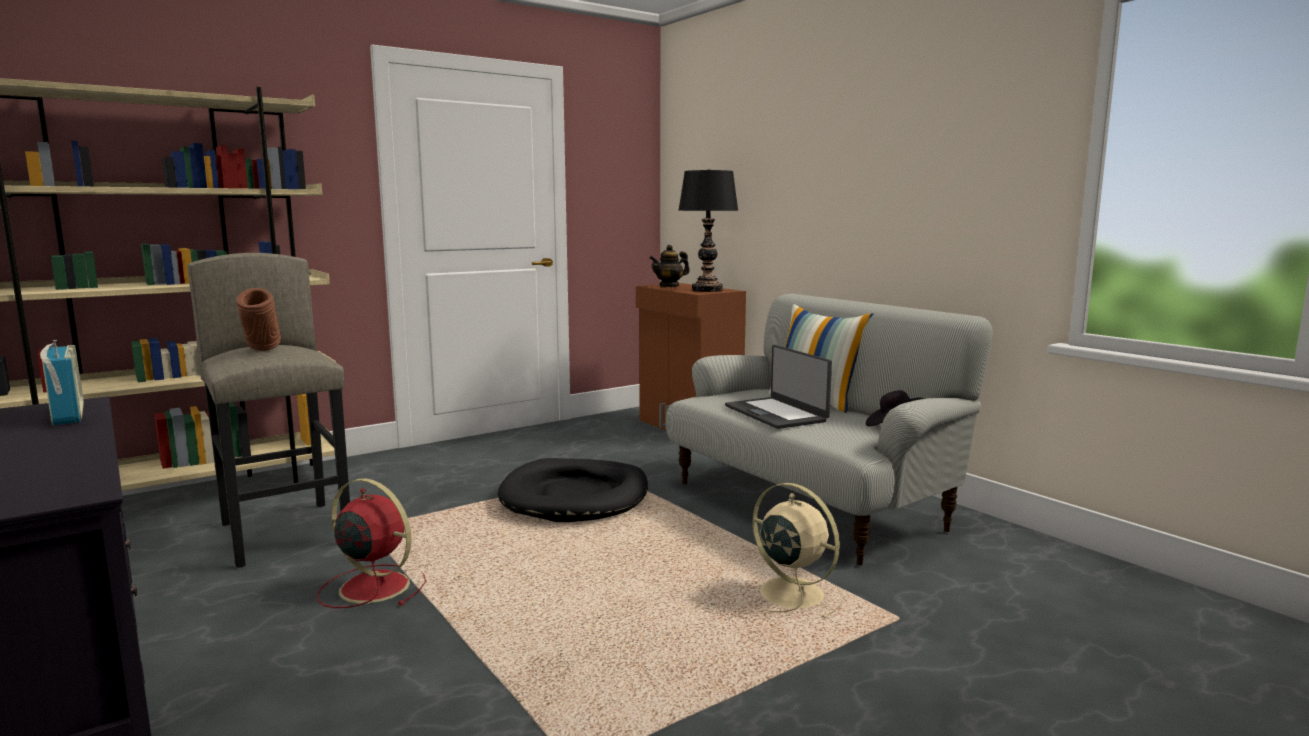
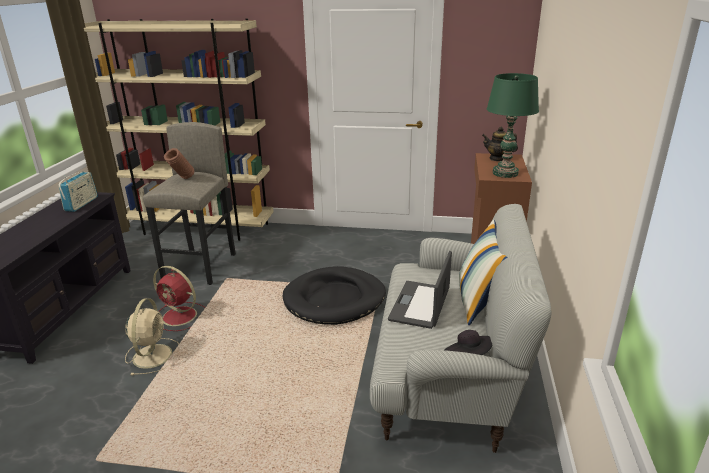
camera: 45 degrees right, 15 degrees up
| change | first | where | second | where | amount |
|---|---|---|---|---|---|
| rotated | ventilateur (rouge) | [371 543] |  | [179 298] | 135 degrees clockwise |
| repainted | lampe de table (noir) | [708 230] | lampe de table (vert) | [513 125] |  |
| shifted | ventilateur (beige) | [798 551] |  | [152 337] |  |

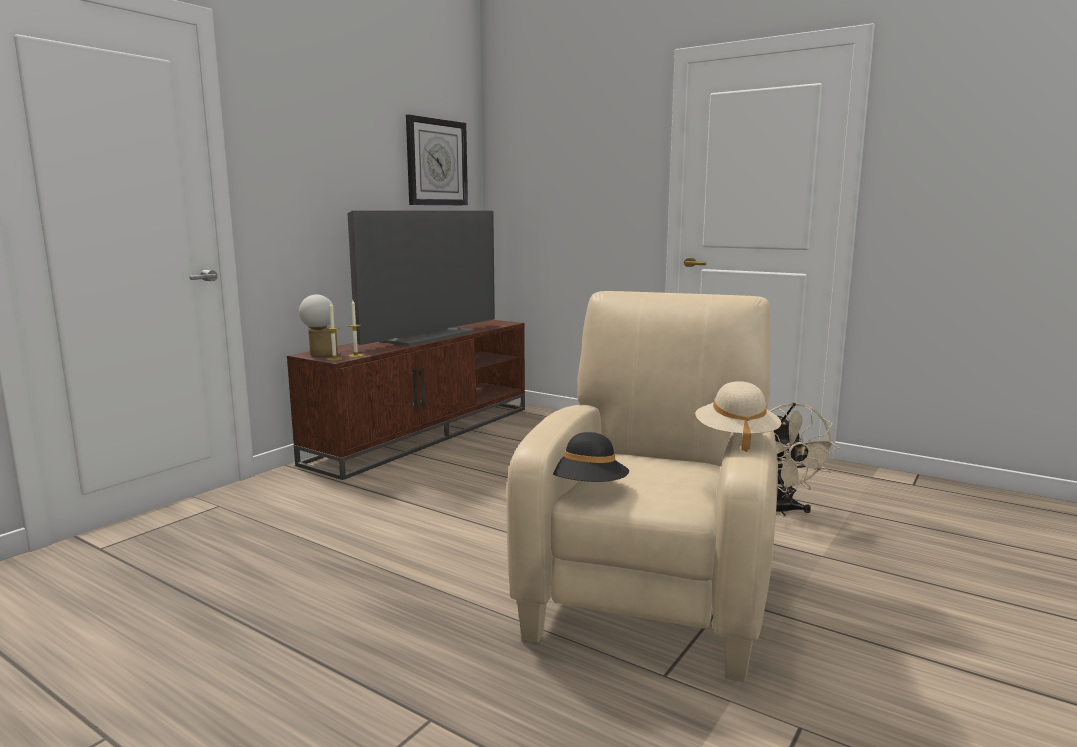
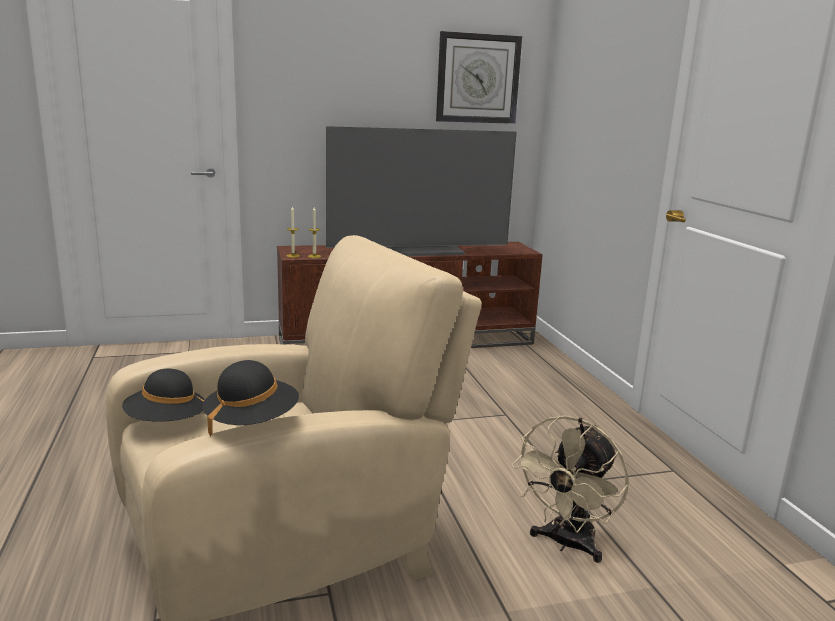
camera: 40 degrees right, 5 degrees up
| change | first | where | second | where | amount |
|---|---|---|---|---|---|
| gone | lampe de table | [318 325] |  |  |  |
| repainted | chapeau (beige) | [738 416] | chapeau (noir) | [250 398] |  |

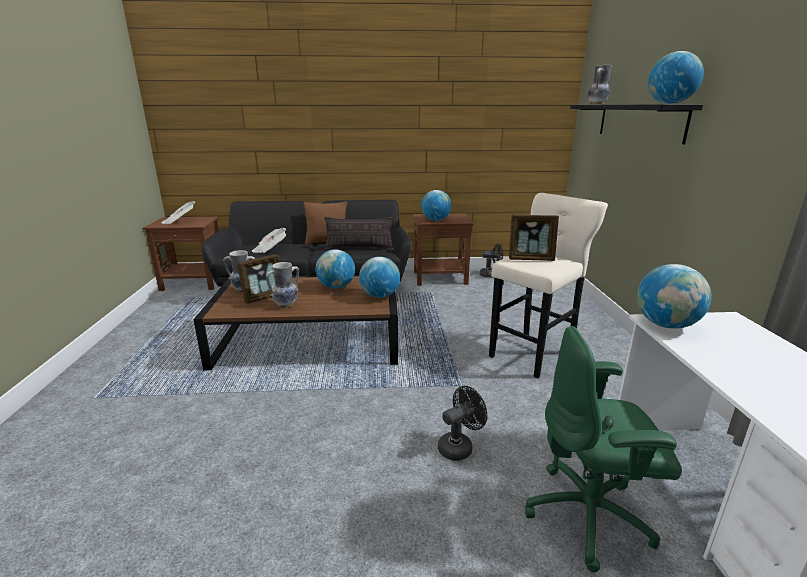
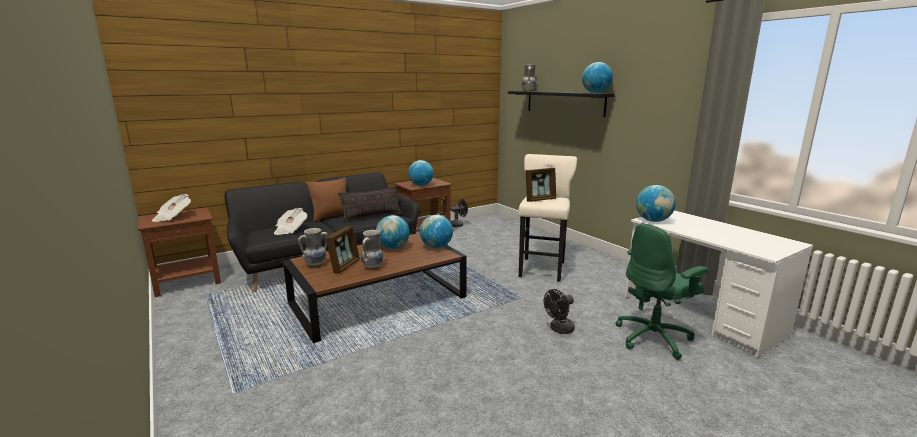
camera: 30 degrees left, 5 degrees down
| change | first | where | second | where | amount |
|---|---|---|---|---|---|
| rotated | ventilateur (noir) | [462 423] |  | [559 311] | 150 degrees counterclockwise |

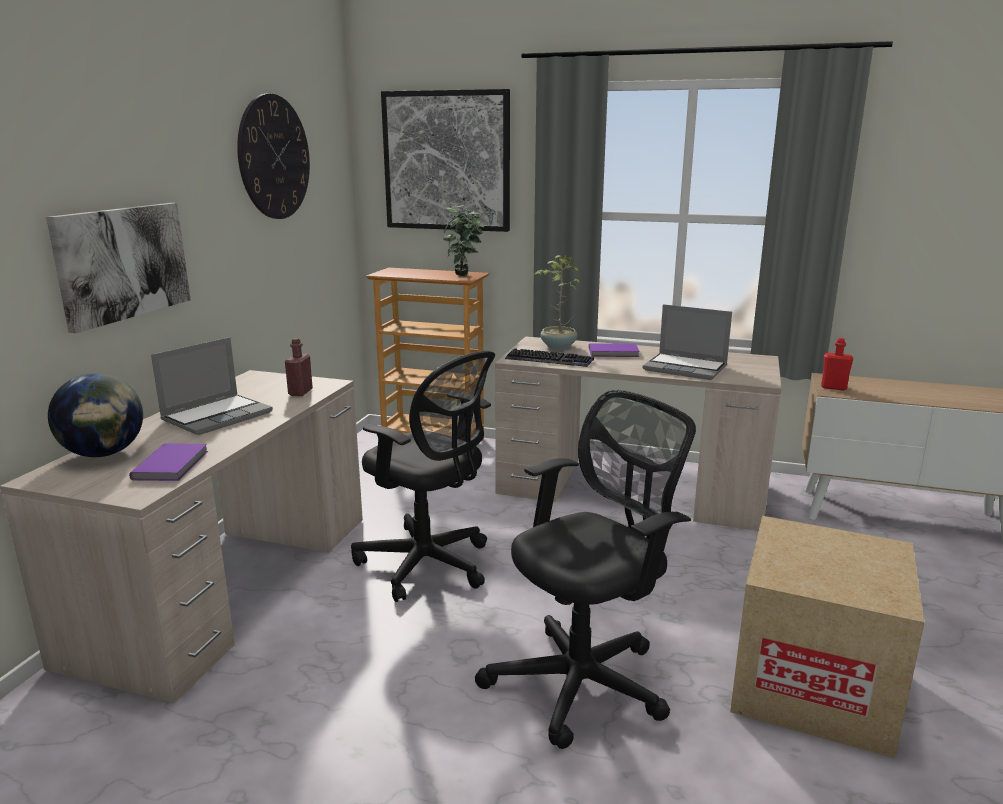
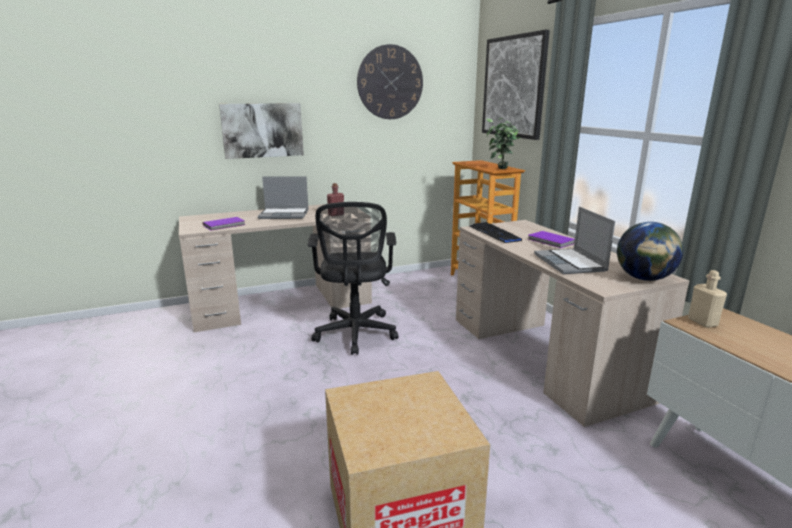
camera: 50 degrees right, 0 degrees up
| change | first | where | second | where | amount |
|---|---|---|---|---|---|
| shifted | globe | [95 415] |  | [650 251] |  |
| gone | chaise de bureau (noir) | [585 569] |  |  |  |
| gone | plante en pot | [557 301] |  |  |  |
| repainted | bouteille (rouge) | [837 364] | bouteille (beige) | [707 299] |  |

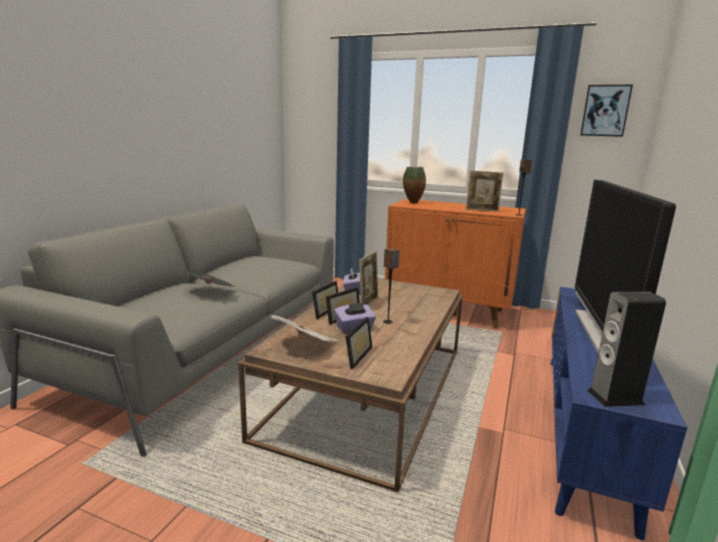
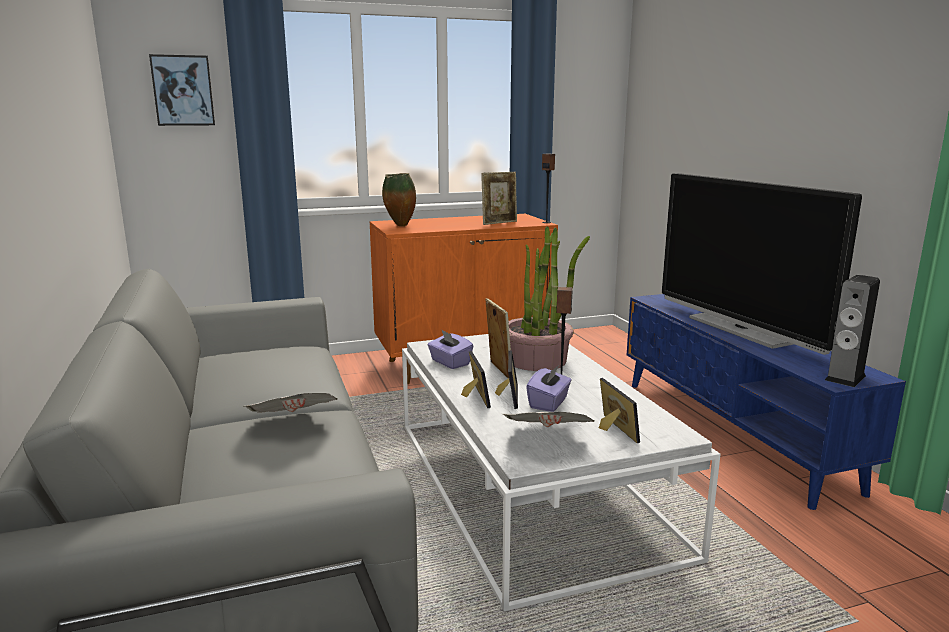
camera: 40 degrees left, 0 degrees up
| change | first | where | second | where | amount |
|---|---|---|---|---|---|
| repainted | table basse (marron) | [350 385] | table basse (blanc) | [561 473] |  |
| shifted | tableau | [606 111] |  | [182 90] |  |
| new |  |  | plante en pot | [549 298] |  |

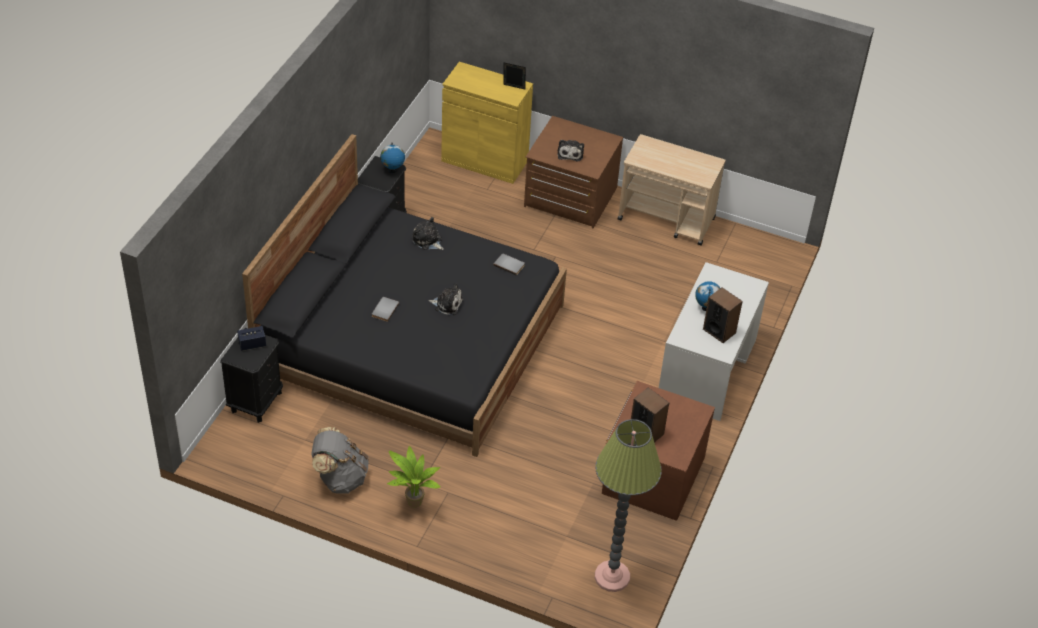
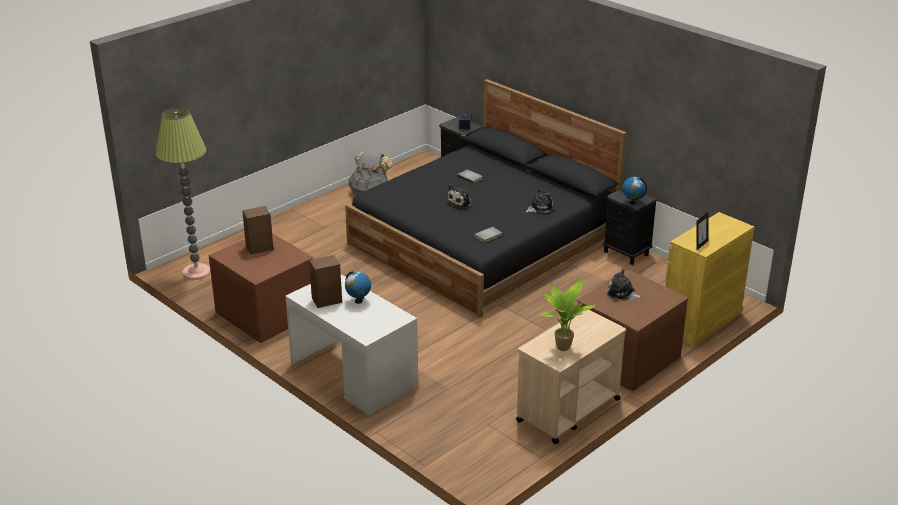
camera: 115 degrees right, 15 degrees down
| change | first | where | second | where | amount |
|---|---|---|---|---|---|
| shifted | plante en pot | [414 477] |  | [567 314] |  |

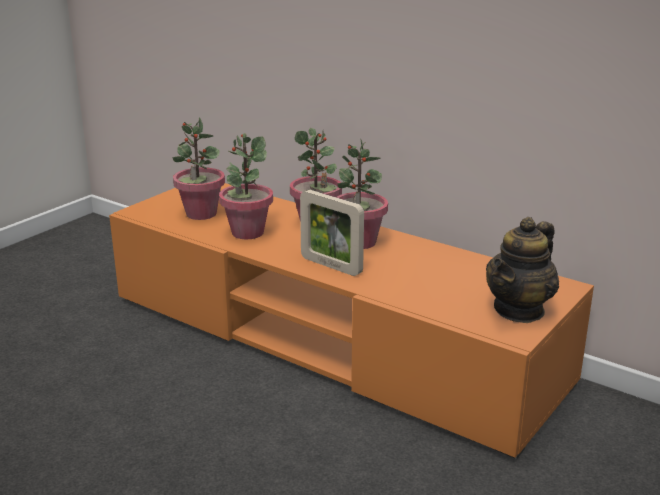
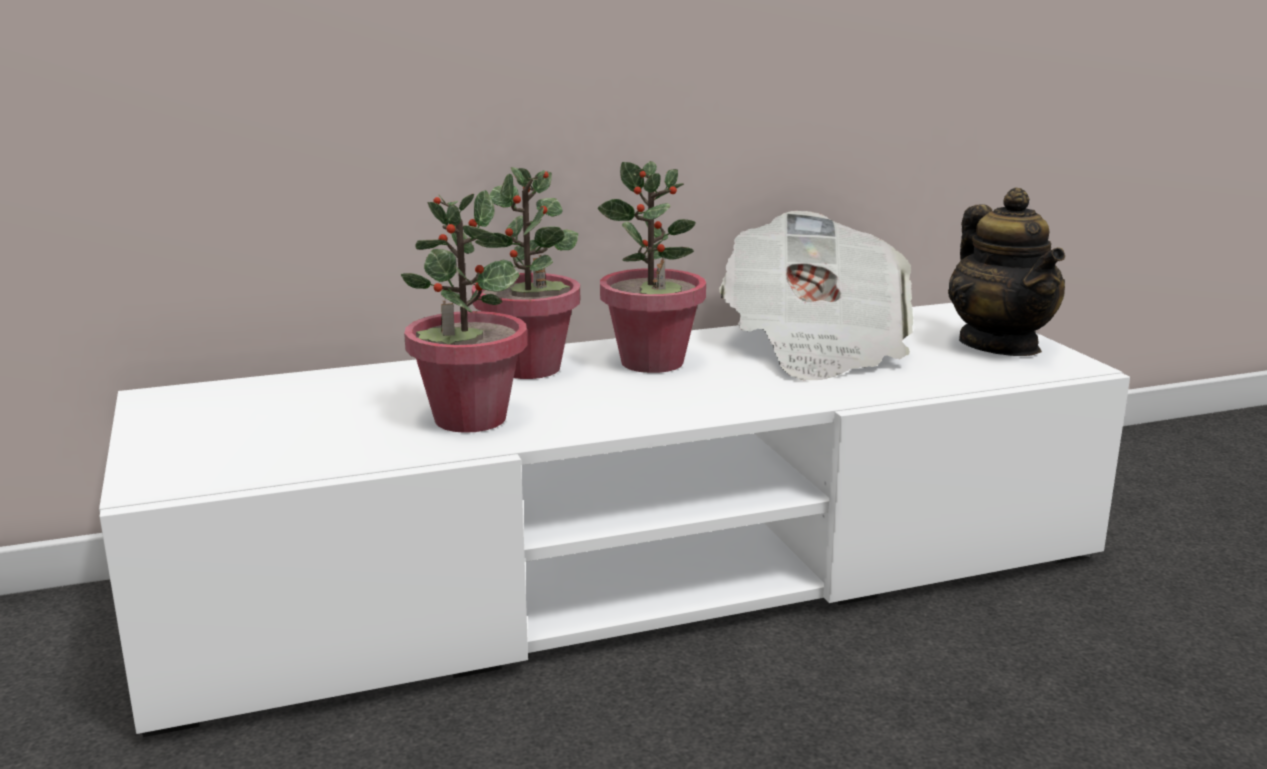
camera: 55 degrees left, 5 degrees down
| change | first | where | second | where | amount |
|---|---|---|---|---|---|
| repainted | meuble télé (orange) | [351 321] | meuble télé (blanc) | [614 520] |  |
| gone | plante en pot | [198 168] |  |  |  |
| gone | cadre photo | [332 233] |  |  |  |
| new |  |  | journal | [816 295] |  |

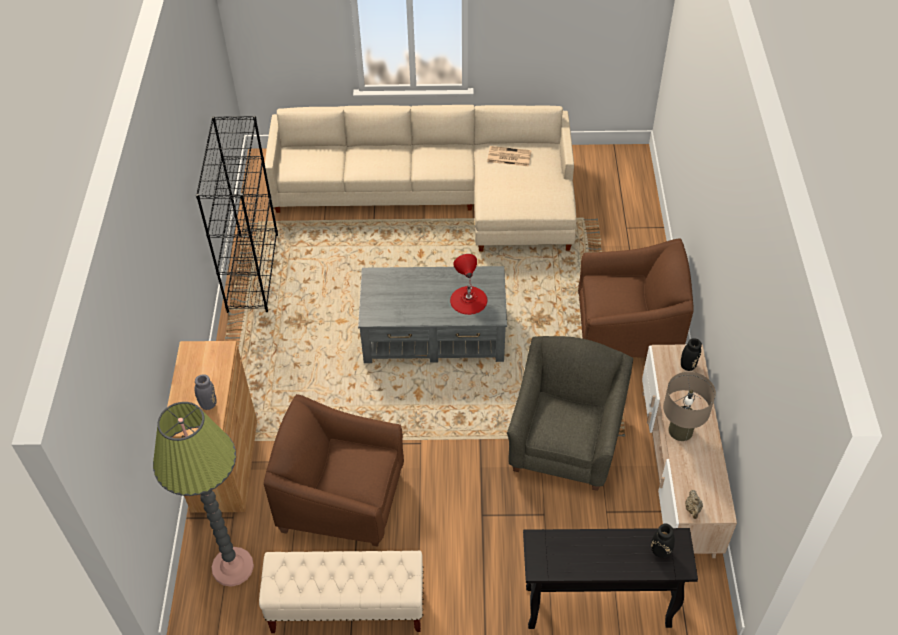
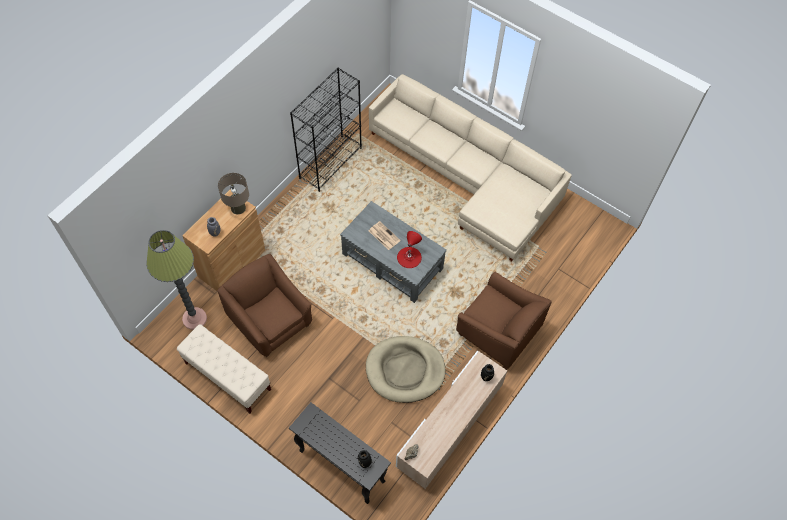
camera: 35 degrees right, 10 degrees up
| change | first | where | second | where | amount |
|---|---|---|---|---|---|
| shifted | journal | [509 156] |  | [385 235] |  |
| swapped | fauteuil (gris) | [570 413] | panier pour chien (beige) | [405 369] |  |
| shifted | lampe de table (beige) | [689 406] |  | [233 194] |  |

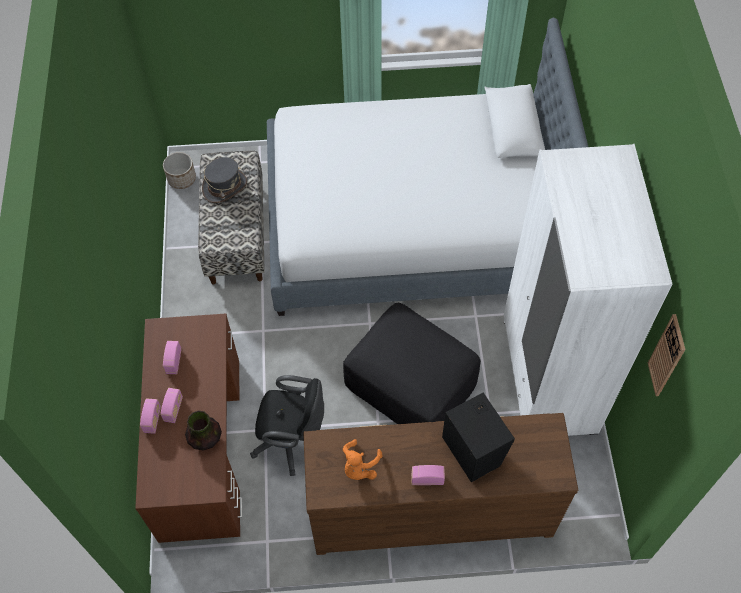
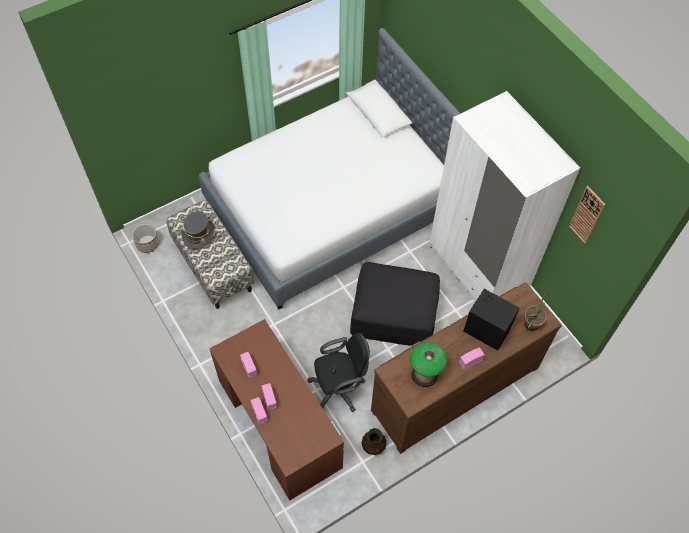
camera: 30 degrees left, 0 degrees up
| change | first | where | second | where | amount |
|---|---|---|---|---|---|
| shifted | vase | [203 431] |  | [374 441] |  |
| swapped | peluche (orange) | [363 459] | lampe de table | [428 364] |  |
| new |  |  | plante en pot | [535 311] |  |

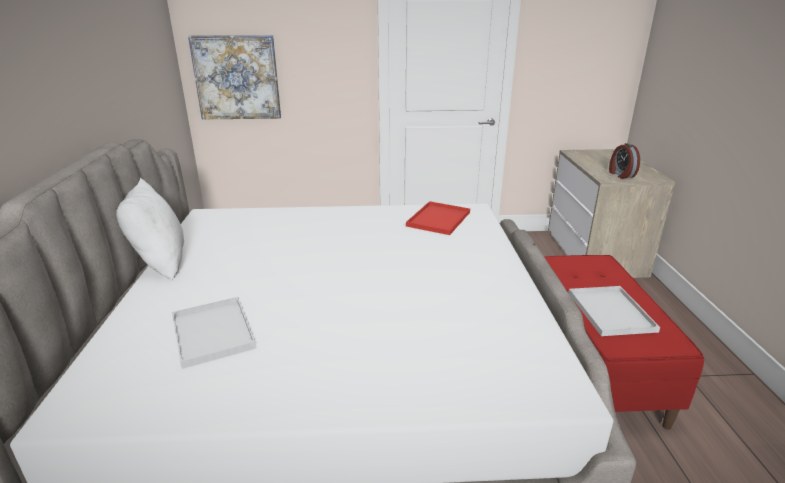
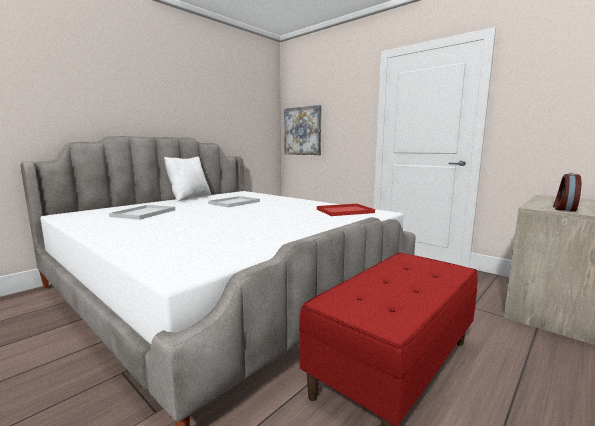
camera: 45 degrees right, 15 degrees down
| change | first | where | second | where | amount |
|---|---|---|---|---|---|
| shifted | plateau (blanc) | [614 311] |  | [234 201] |  |

